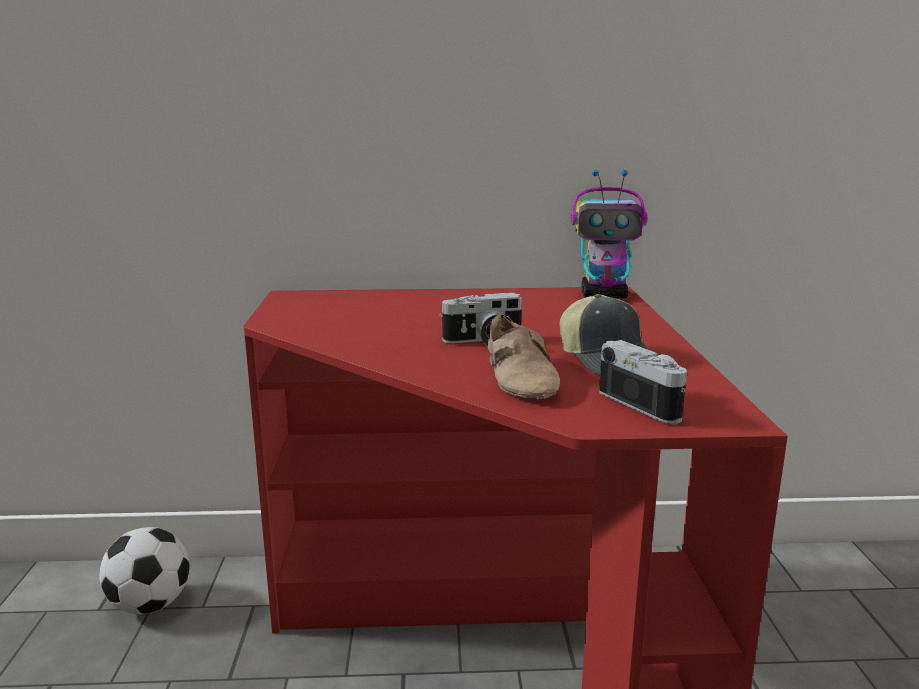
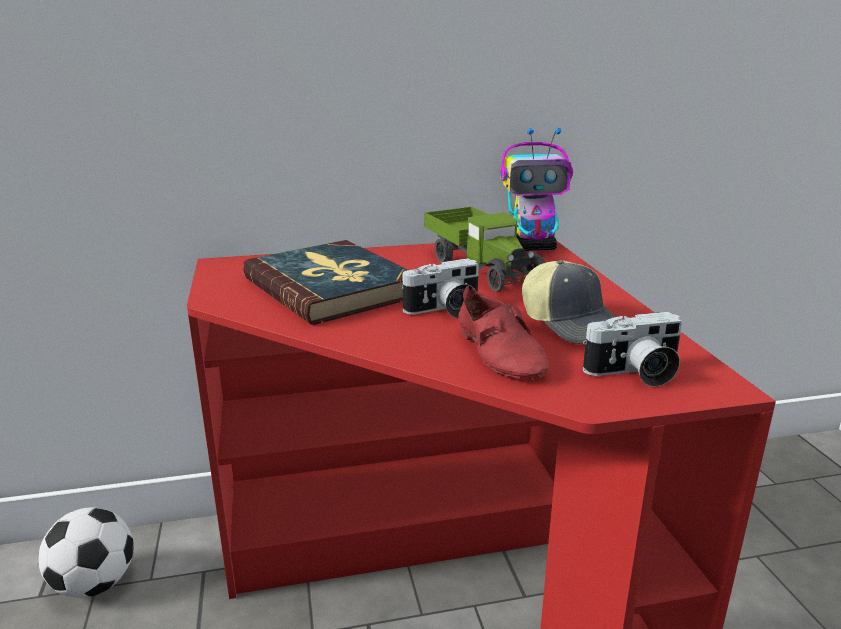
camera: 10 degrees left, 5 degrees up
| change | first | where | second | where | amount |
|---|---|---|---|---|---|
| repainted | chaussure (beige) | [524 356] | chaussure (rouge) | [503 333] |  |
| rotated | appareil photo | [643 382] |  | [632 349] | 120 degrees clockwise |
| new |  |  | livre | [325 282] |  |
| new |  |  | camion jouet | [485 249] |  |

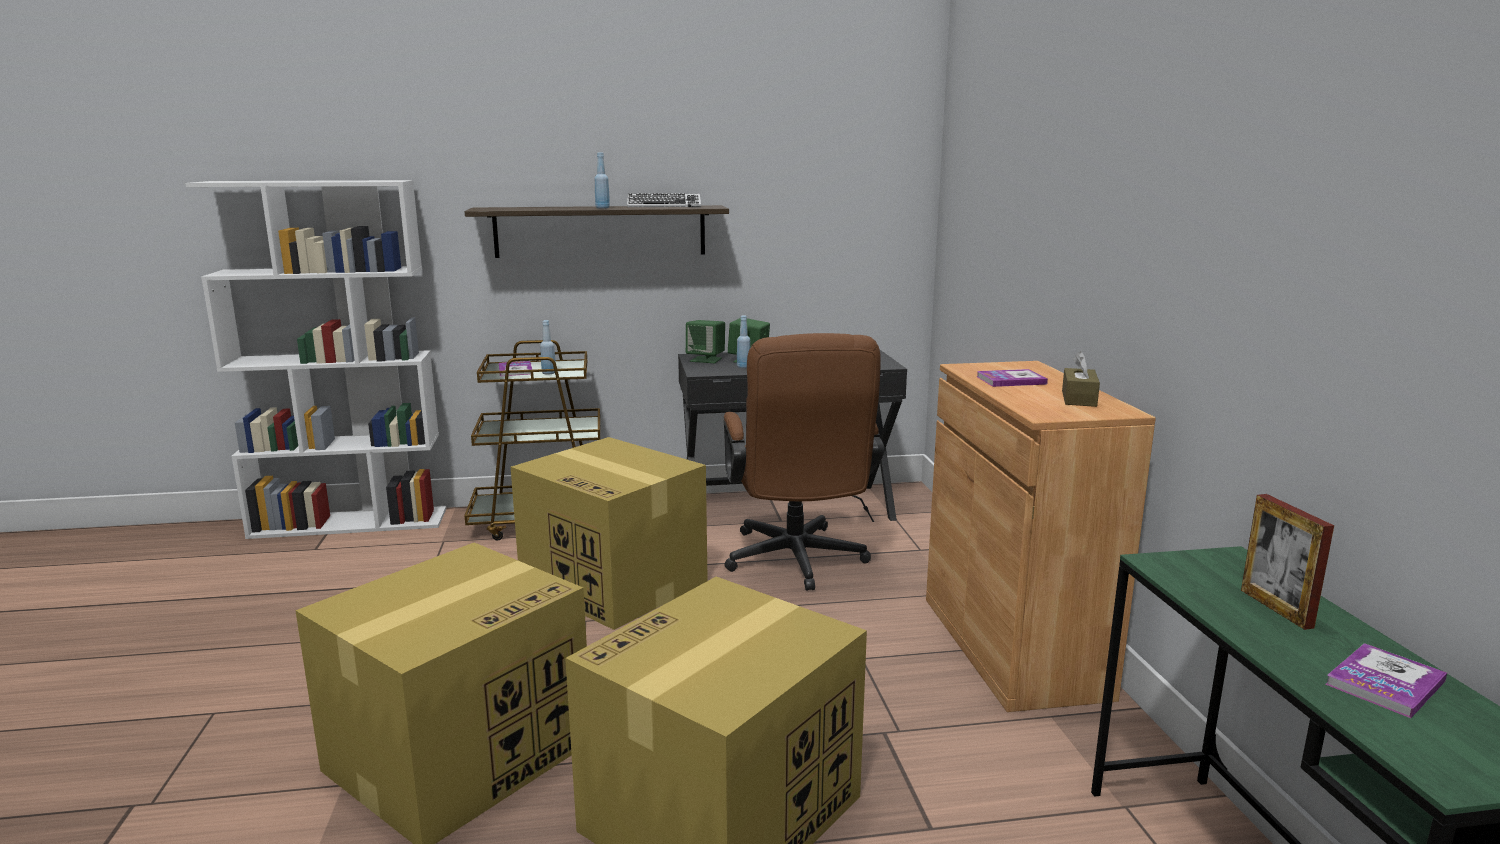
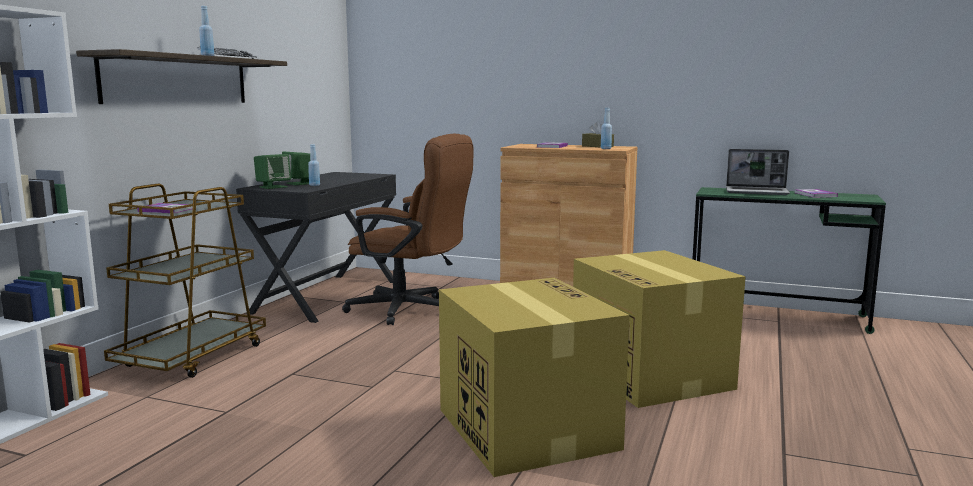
camera: 60 degrees left, 5 degrees down
| change | first | where | second | where | amount |
|---|---|---|---|---|---|
| gone | carton | [609 533] |  |  |  |
| shifted | bouteille (bleu) | [548 347] |  | [606 128] |  |
| swapped | cadre photo | [1287 562] | ordinateur portable | [758 172] |  |

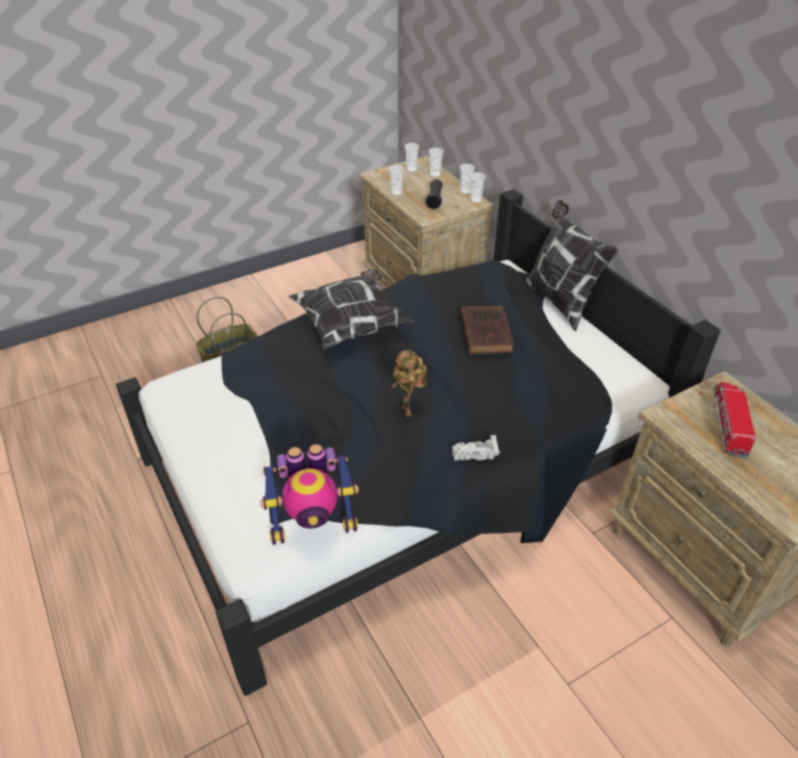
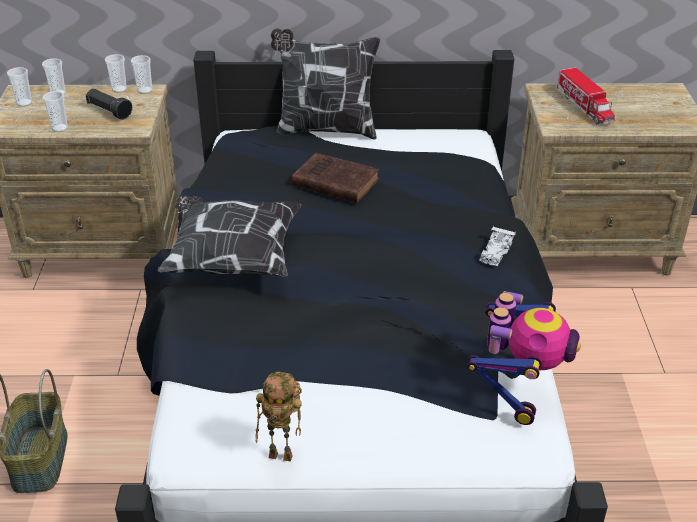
camera: 60 degrees left, 5 degrees down
| change | first | where | second | where | amount |
|---|---|---|---|---|---|
| shifted | robot jouet | [409 383] |  | [278 417] |  |
| rotated | camion jouet | [735 419] |  | [586 95] | 150 degrees counterclockwise |

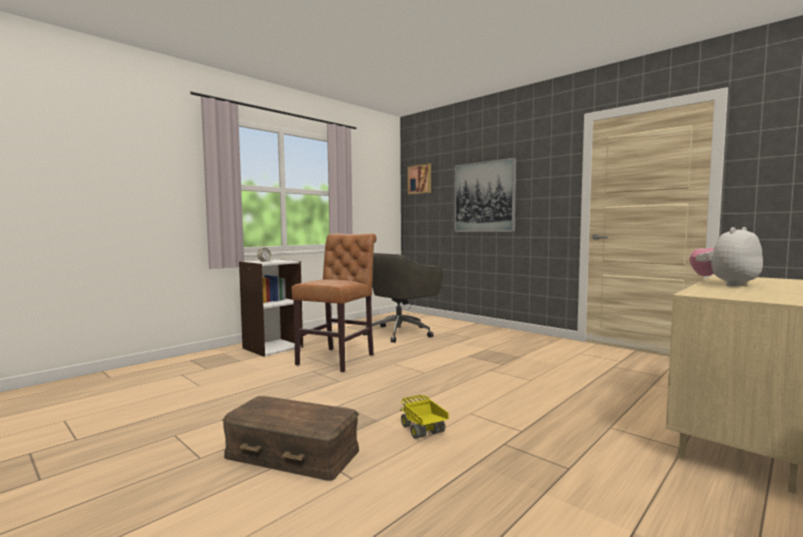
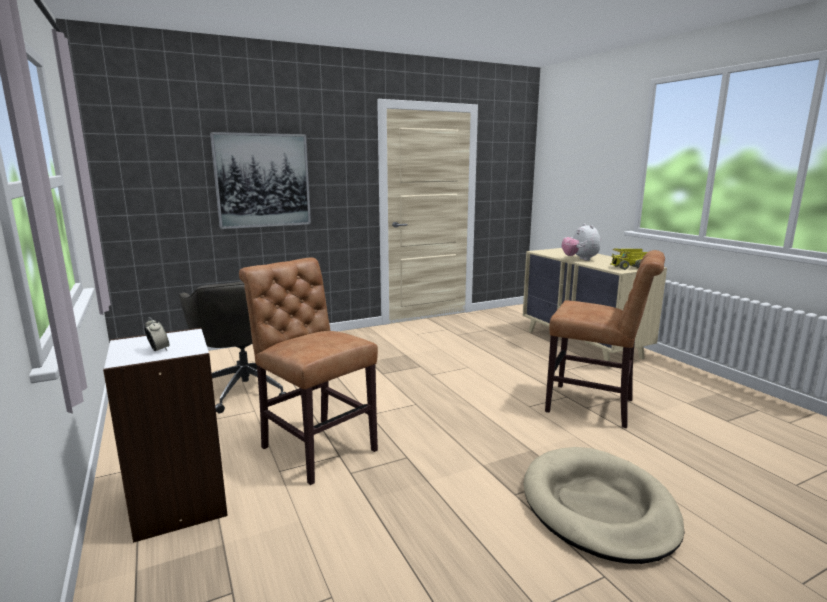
camera: 70 degrees left, 10 degrees up
| change | first | where | second | where | amount |
|---|---|---|---|---|---|
| swapped | boîte de rangement (marron) | [290 438] | panier pour chien (beige) | [604 505] |  |
| shifted | camion jouet | [424 417] |  | [628 259] |  |
| gone | tableau | [419 178] |  |  |  |
| new |  |  | chaise (marron) | [605 339] |  |

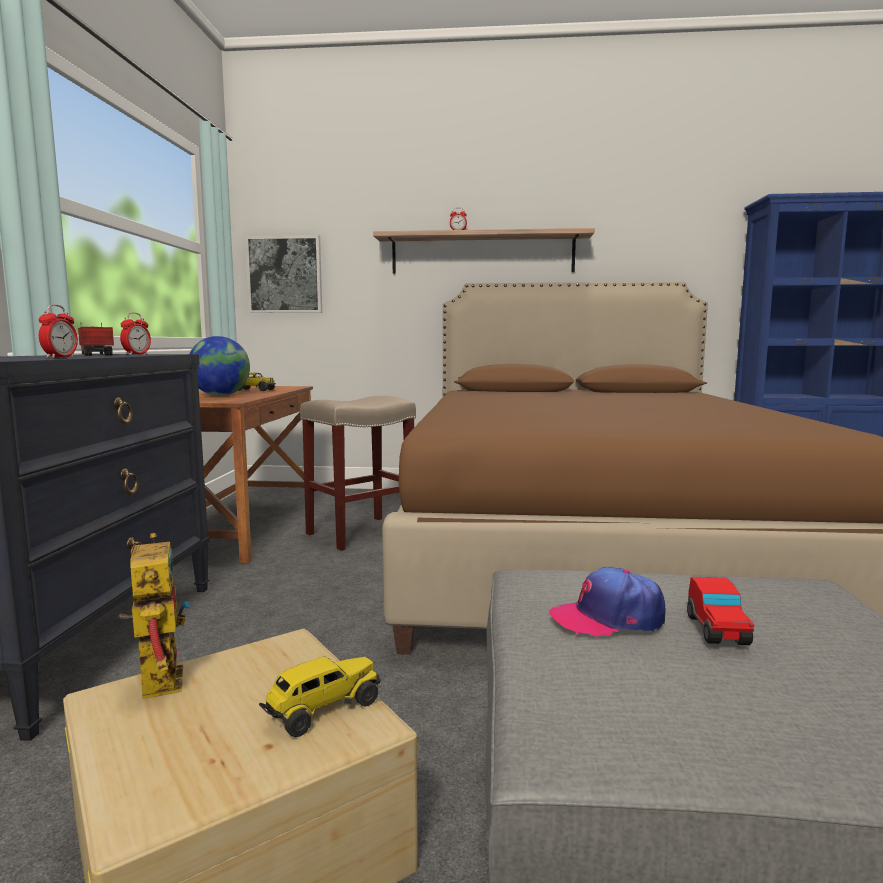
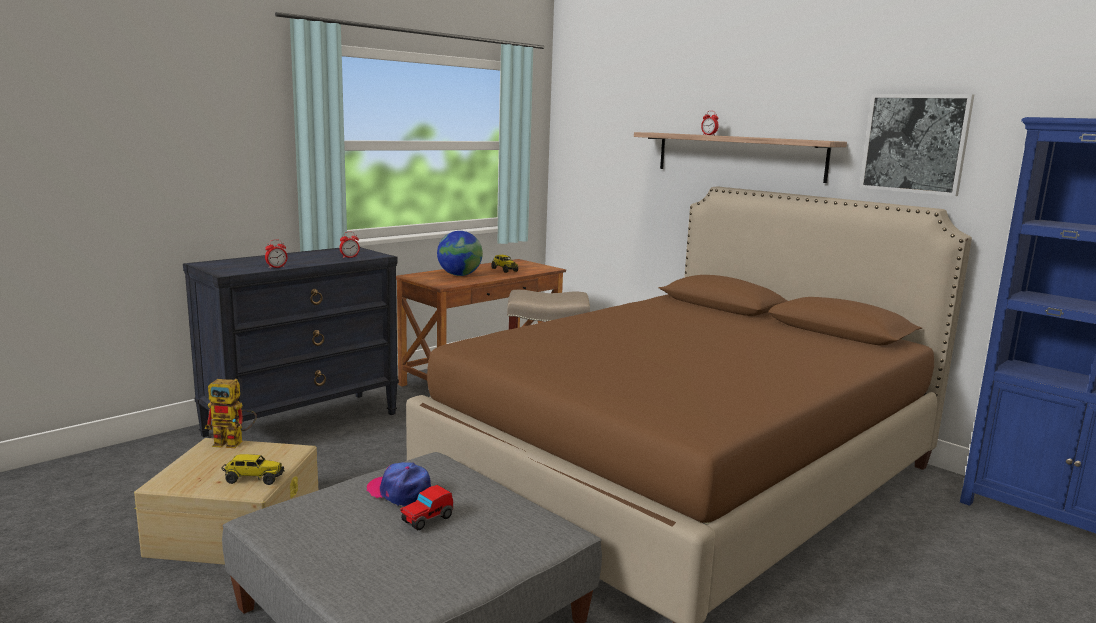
camera: 40 degrees right, 5 degrees up
| change | first | where | second | where | amount |
|---|---|---|---|---|---|
| gone | camion jouet | [96 339] |  |  |  |
| rotated | robot jouet | [154 616] |  | [231 413] | 75 degrees clockwise |
| shifted | tableau | [283 274] |  | [916 145] |  |

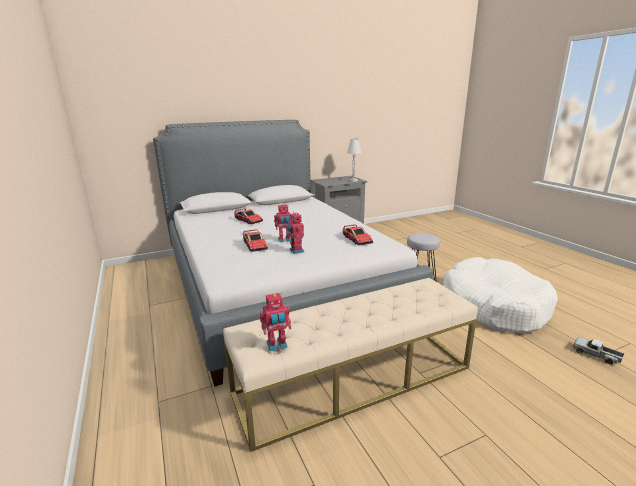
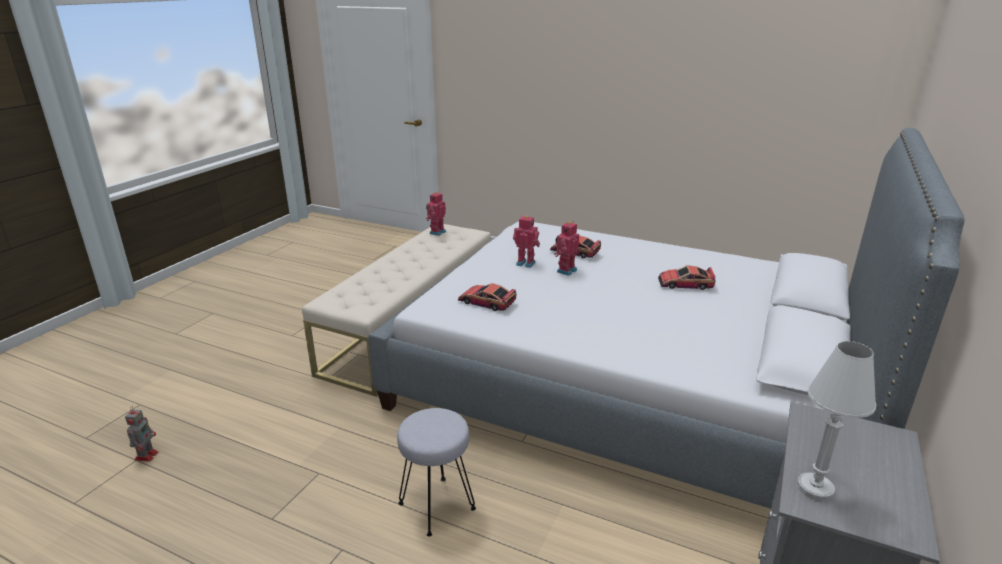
camera: 140 degrees right, 5 degrees up
| change | first | where | second | where | amount |
|---|---|---|---|---|---|
| gone | panier pour chien (blanc) | [500 295] |  |  |  |
| swapped | camion jouet | [598 351] | robot jouet | [141 434] |  |

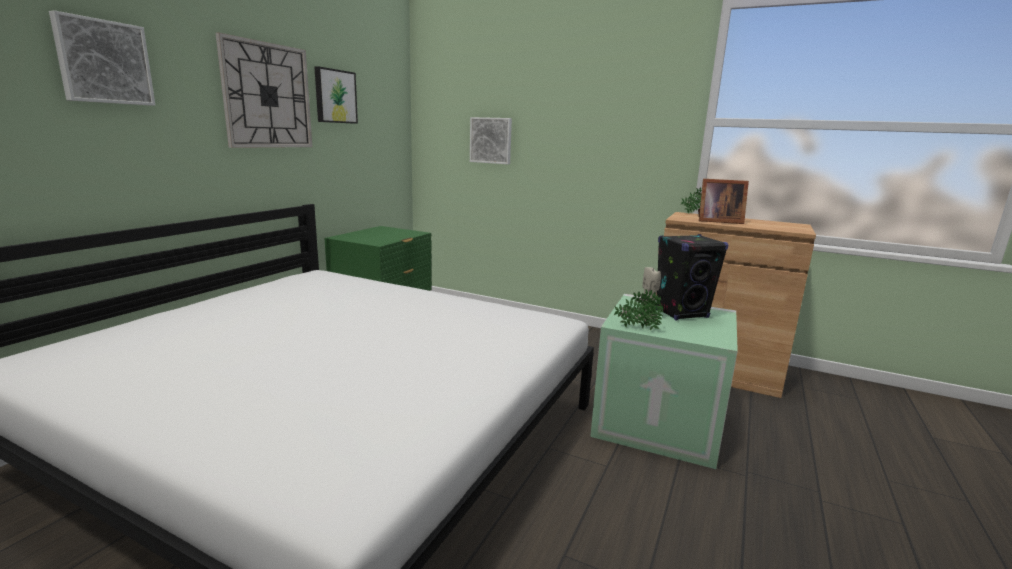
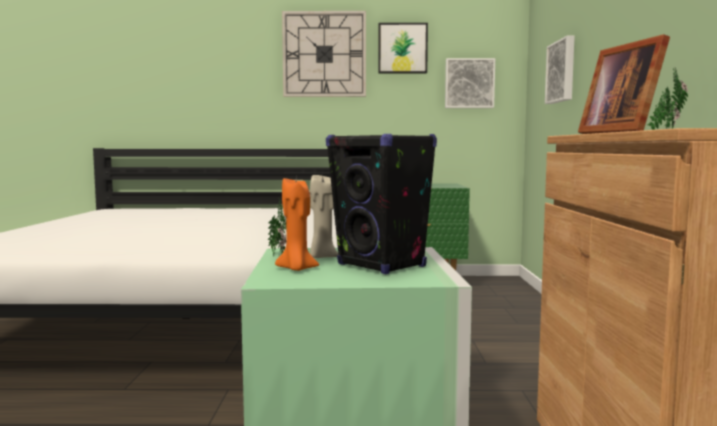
camera: 65 degrees right, 10 degrees down
| change | first | where | second | where | amount |
|---|---|---|---|---|---|
| shifted | tableau | [102 58] |  | [470 83] |  |
| new |  |  | bougie (orange) | [297 224] |  |

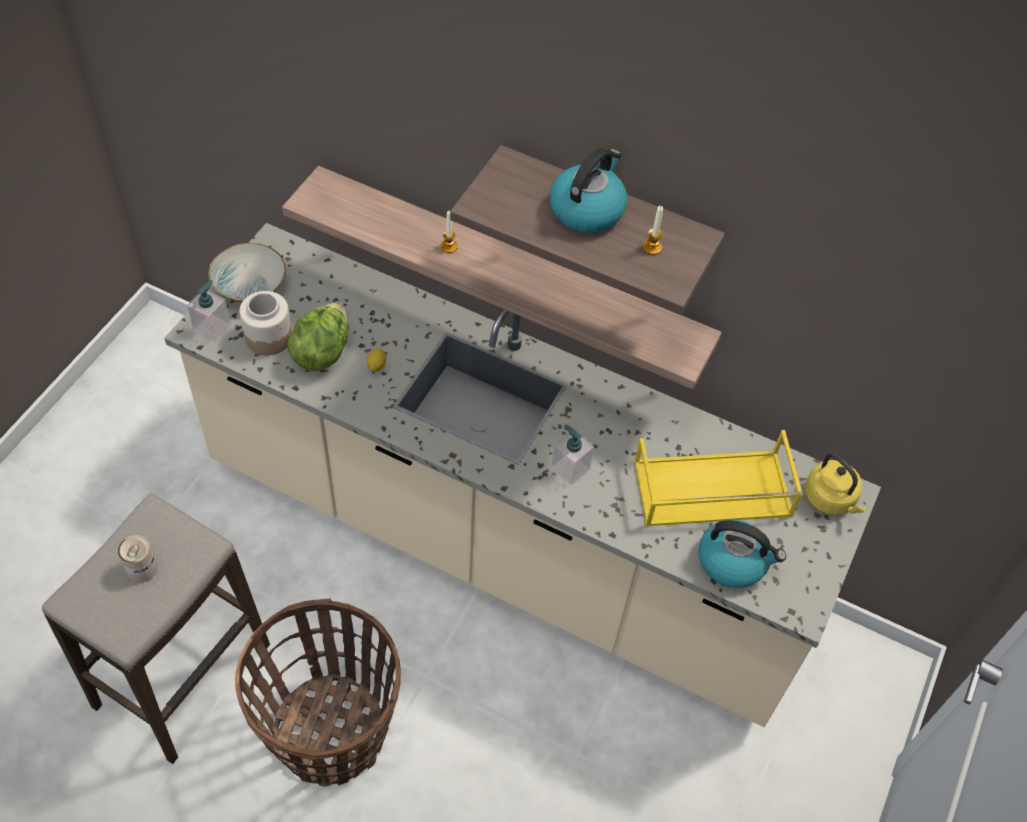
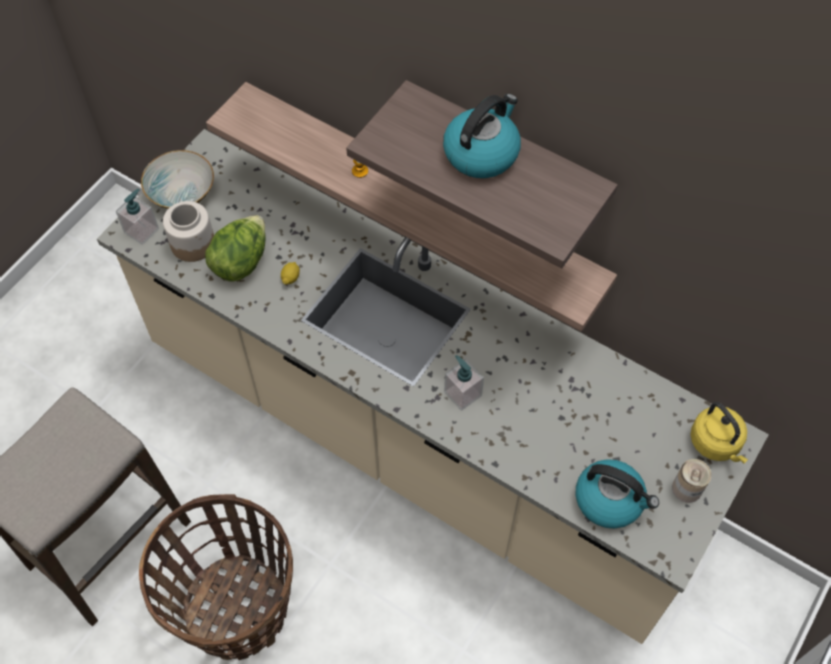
camera: 10 degrees right, 5 degrees up
| change | first | where | second | where | amount |
|---|---|---|---|---|---|
| shifted | boîte métallique | [138 558] |  | [691 481] |  |
| gone | plateau (jaune) | [718 478] |  |  |  |
| gone | bougie | [653 230] |  |  |  |

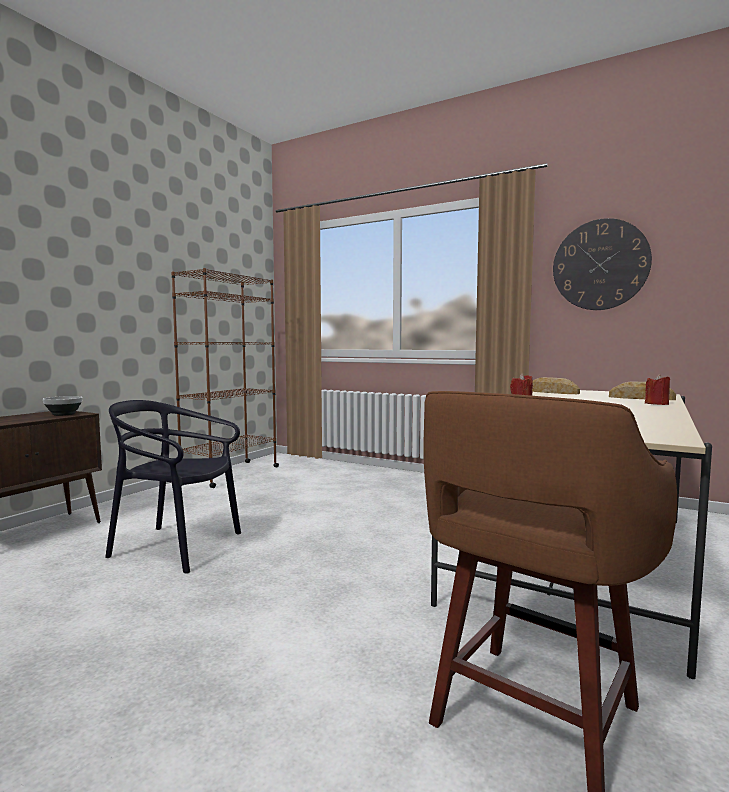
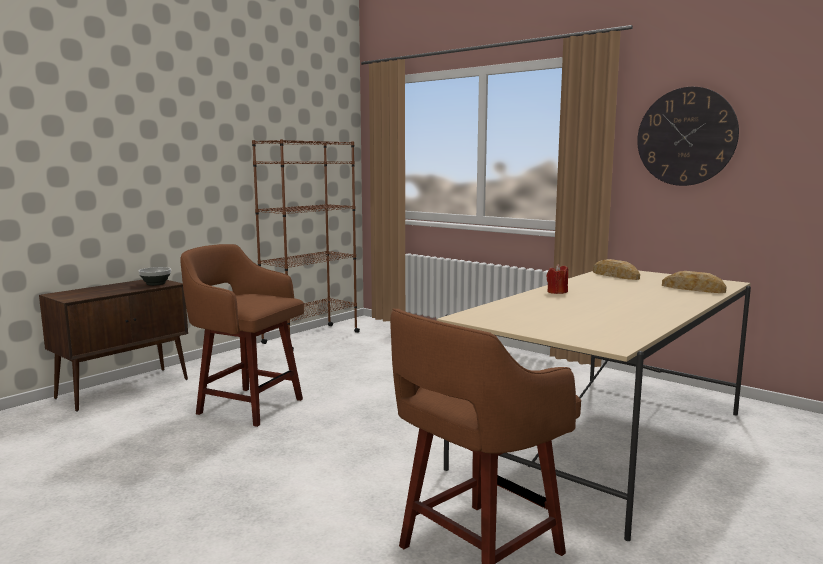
camera: 10 degrees right, 5 degrees up
| change | first | where | second | where | amount |
|---|---|---|---|---|---|
| swapped | chaise (noir) | [173 487] | tabouret (marron) | [242 335] |  |
| gone | bougie (rouge) | [657 389] |  |  |  |

